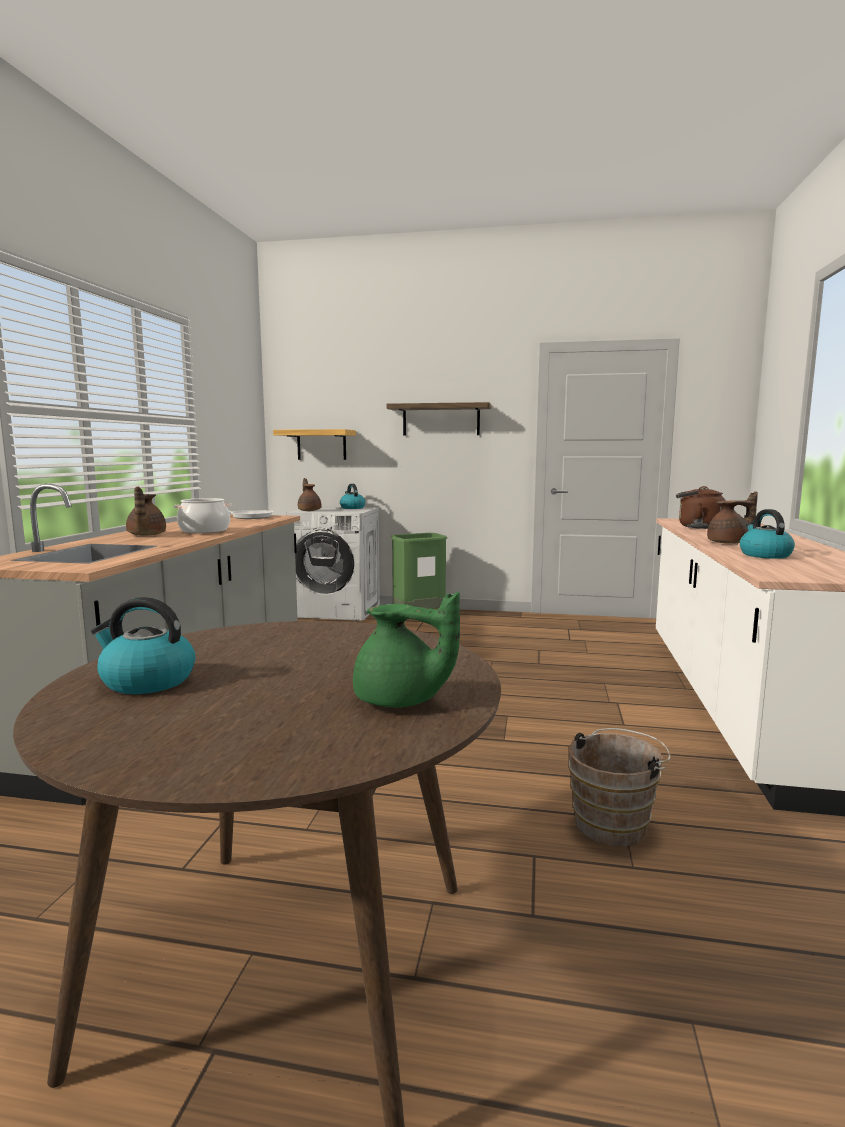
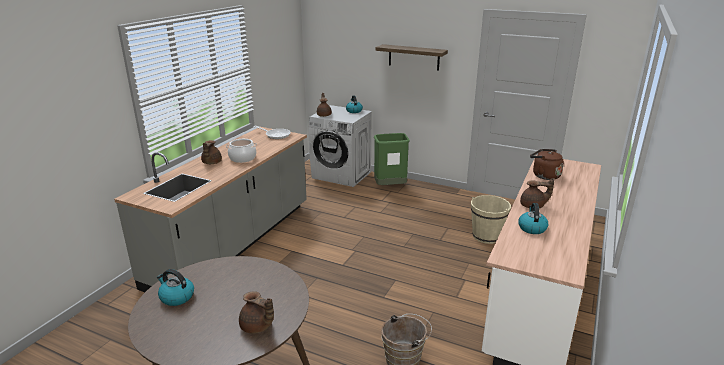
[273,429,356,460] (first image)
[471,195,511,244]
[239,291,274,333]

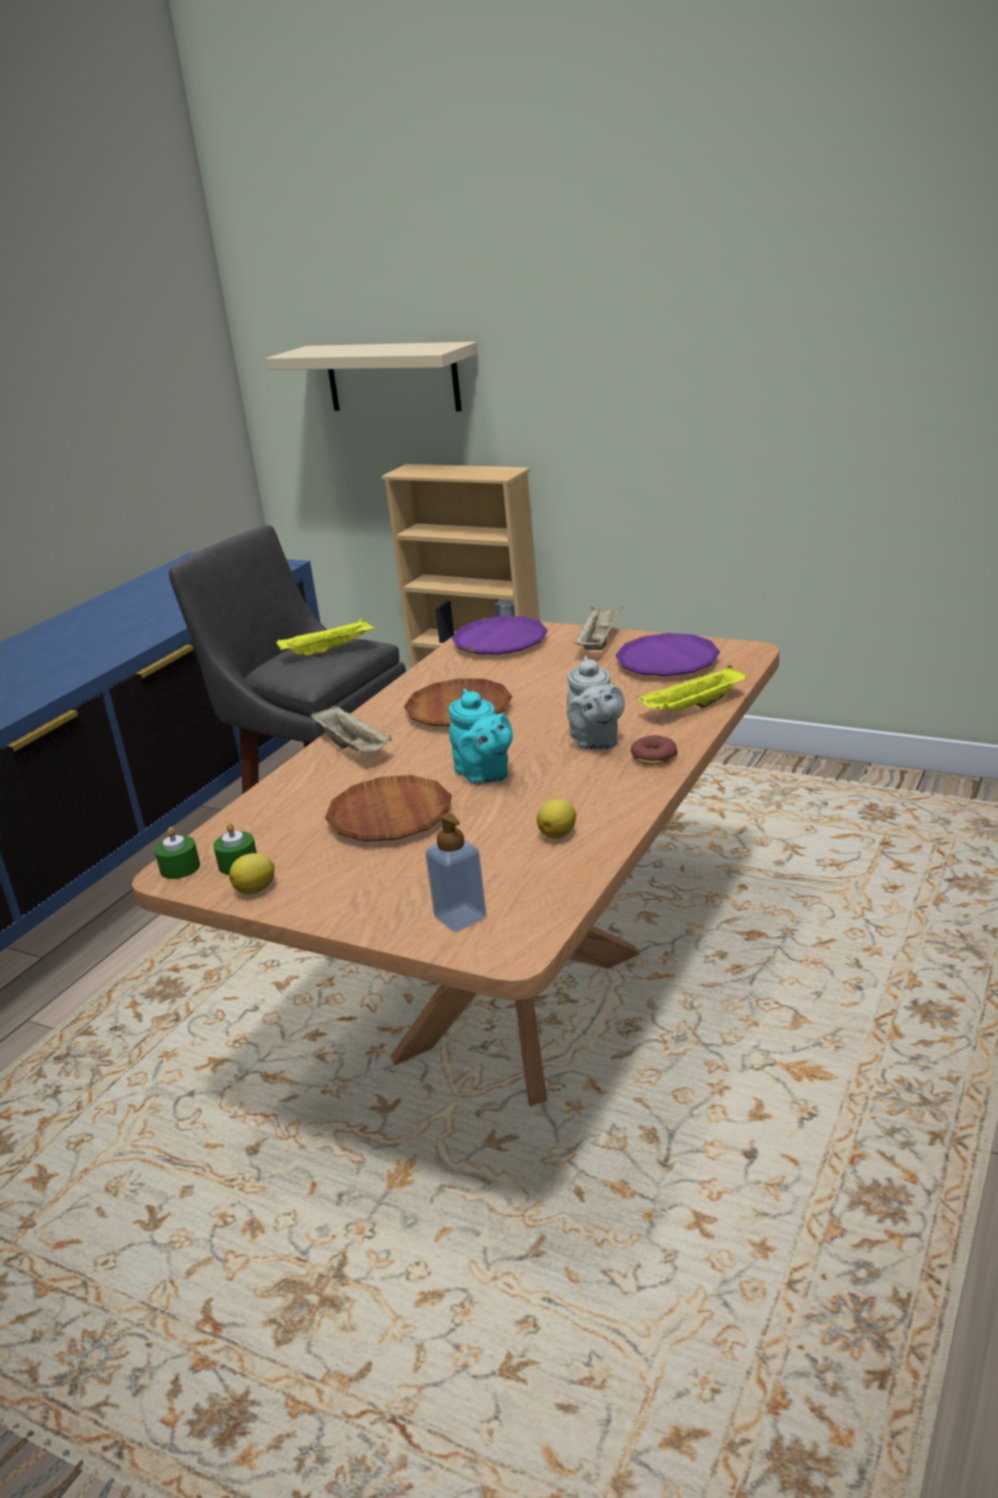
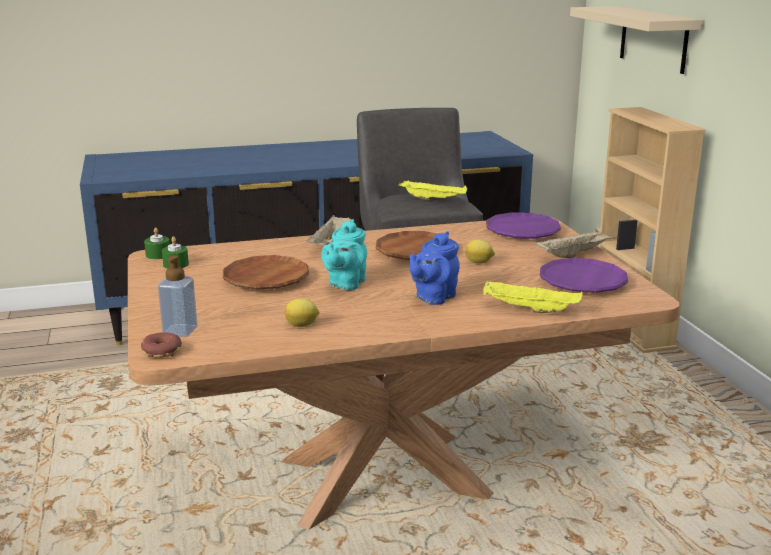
[465,239,495,264]
[141,332,182,358]
[409,231,460,305]

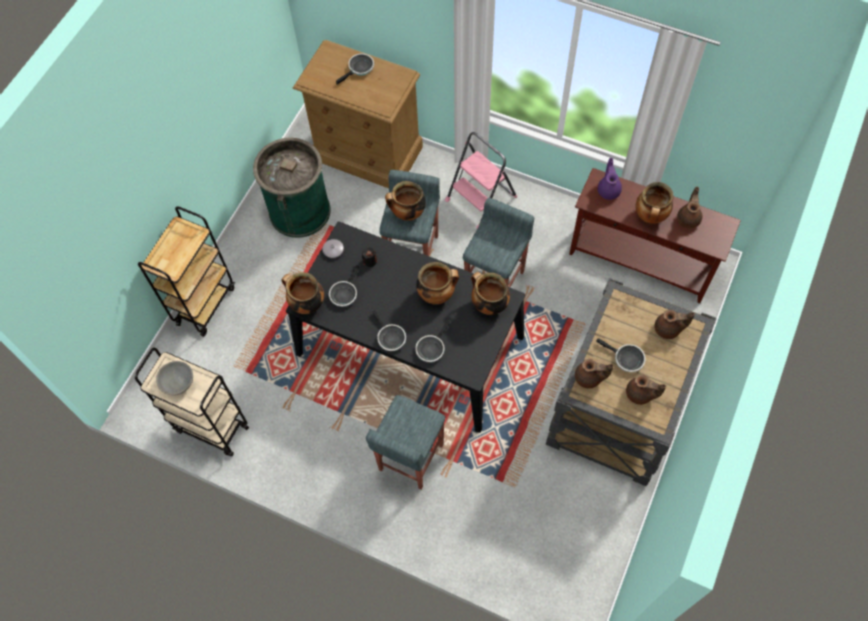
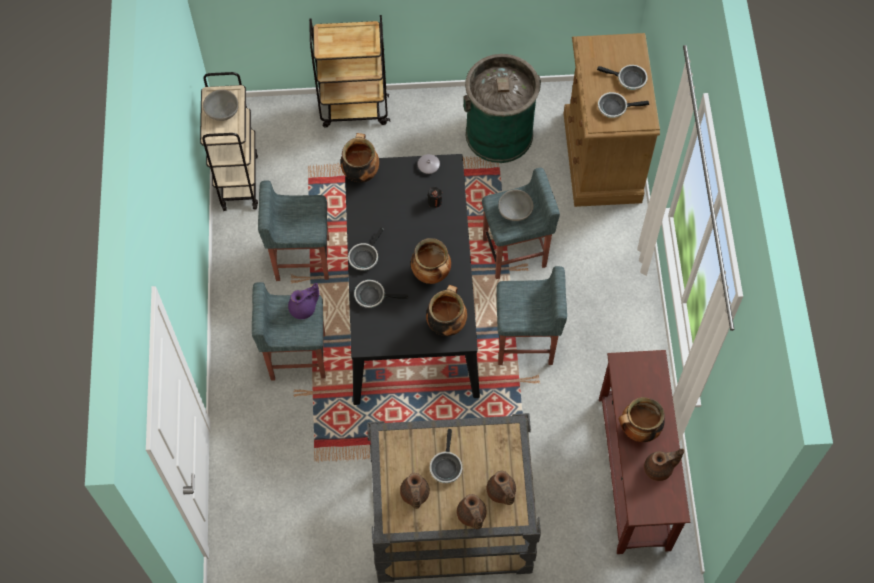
[445,132,517,229] (first image)
[258,180,329,281]
[598,92,649,118]
[457,494,487,529]
[288,283,319,319]
[498,189,533,221]

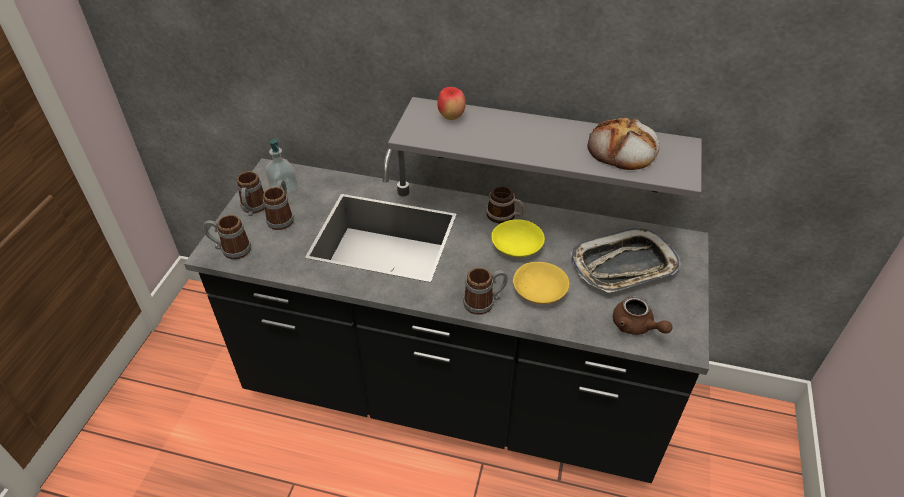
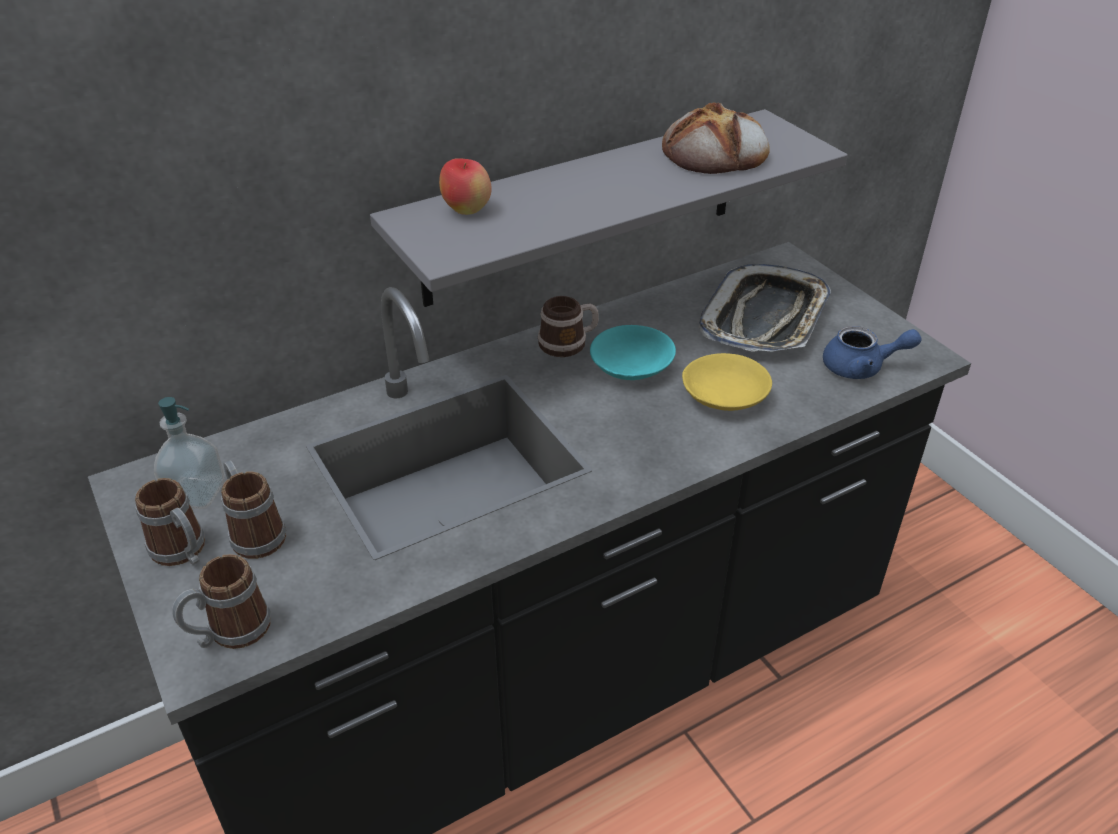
[463,267,508,315] (first image)
[590,325,676,380]
[823,326,922,379]

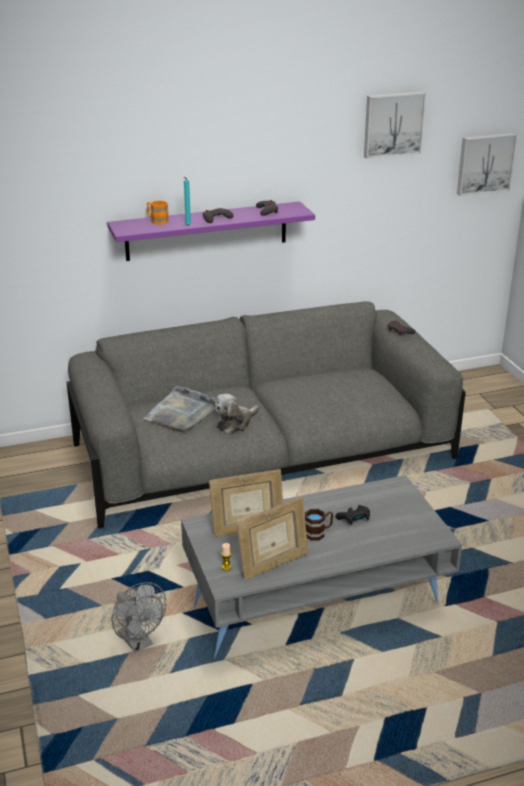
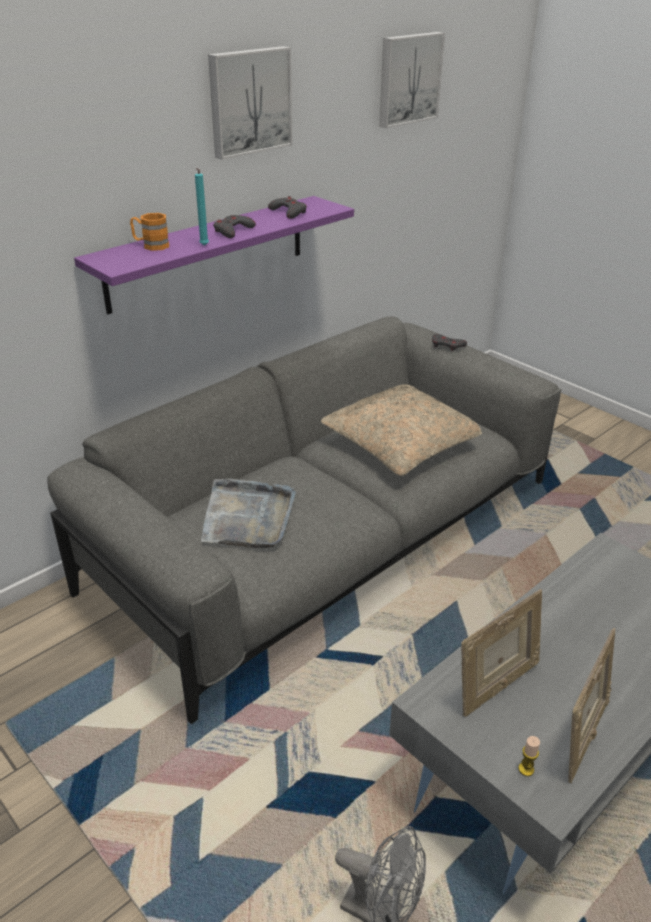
[215,394,259,434] (first image)
[305,509,333,541] (first image)
[336,505,370,525] (first image)
[321,384,482,476]
[208,46,292,160]

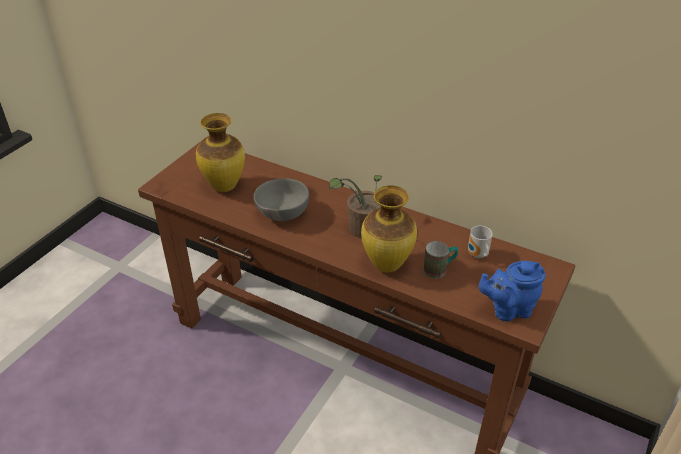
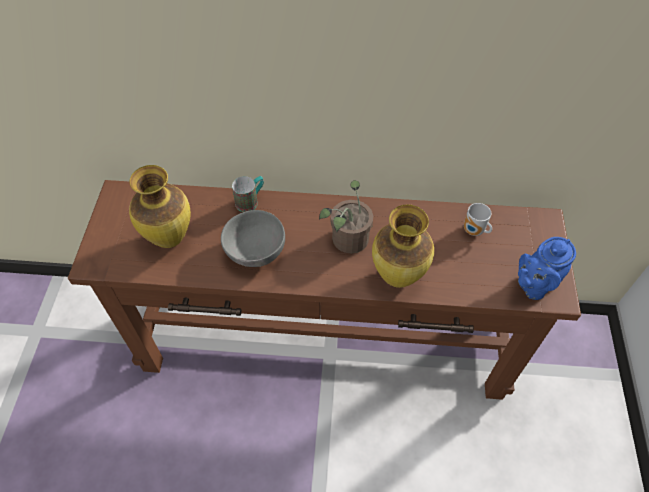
[232,176,264,212]

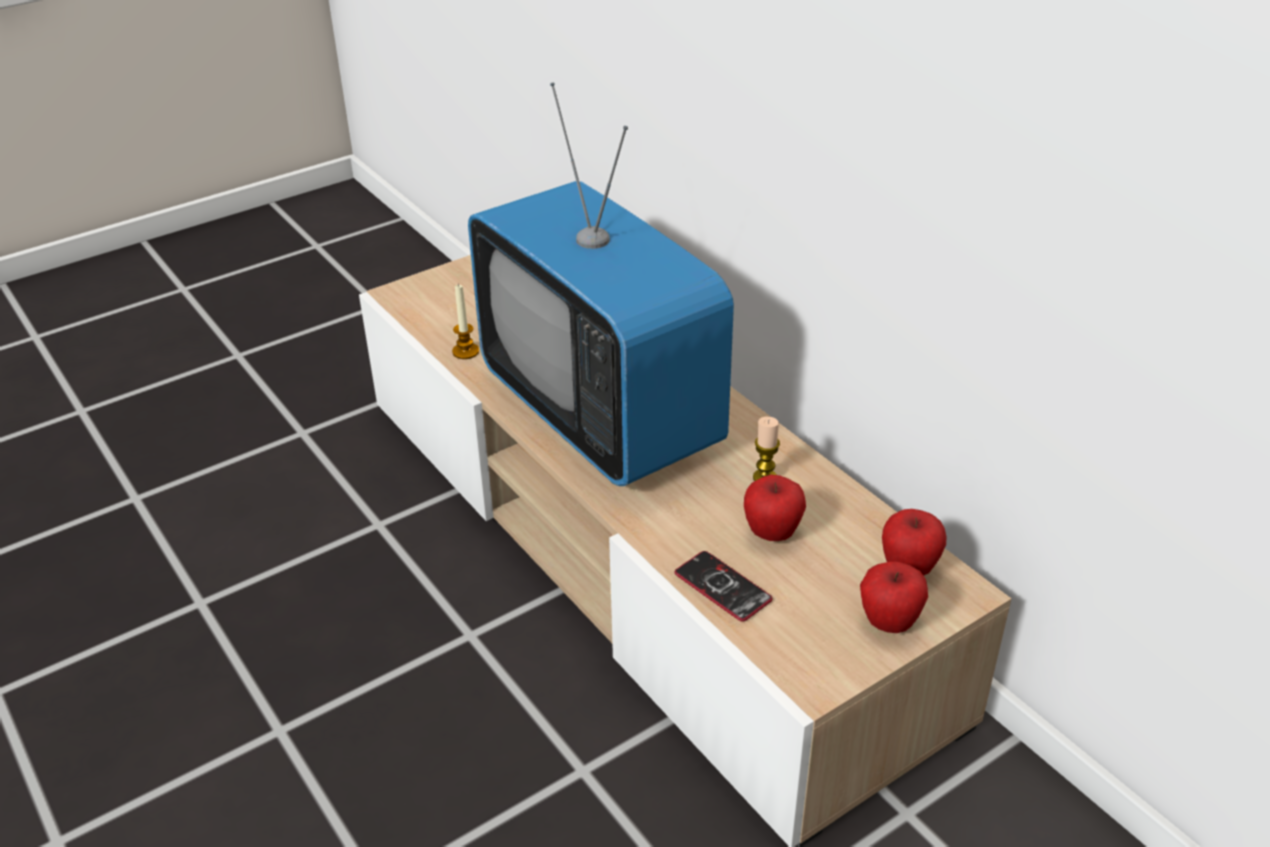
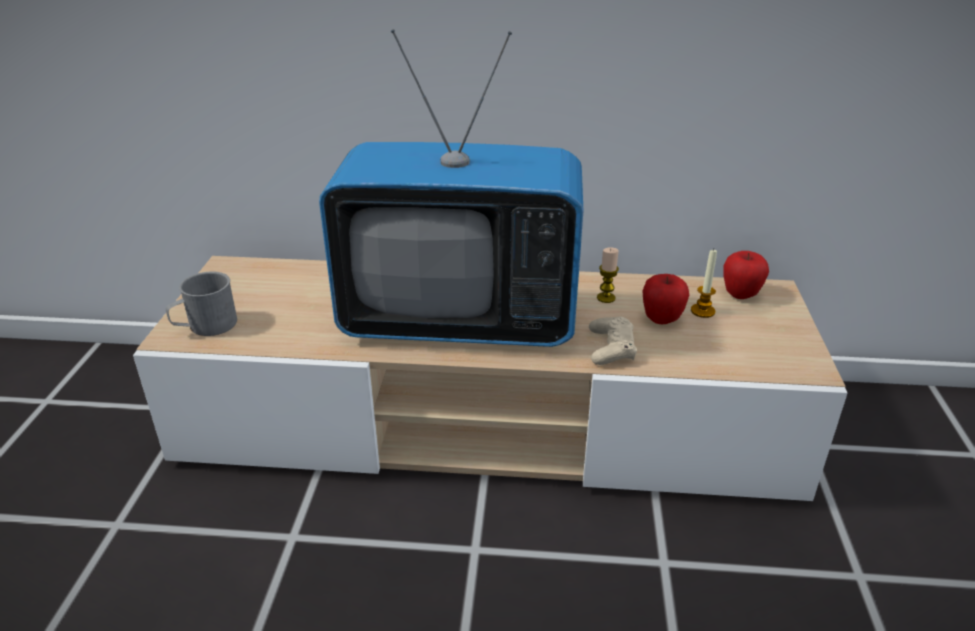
[674,551,773,622] (first image)
[860,562,928,633] (first image)
[166,271,237,336]
[589,316,637,365]
[691,249,717,318]

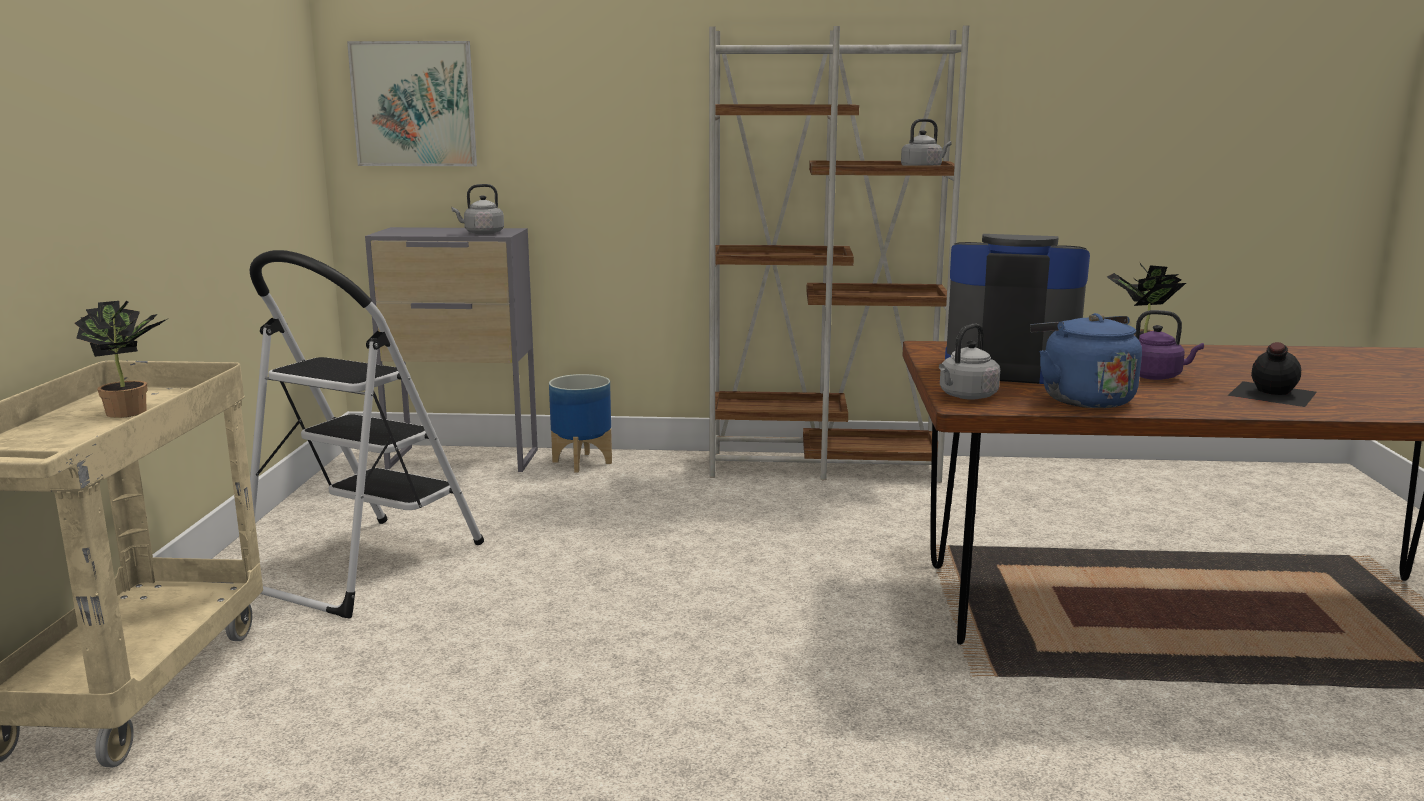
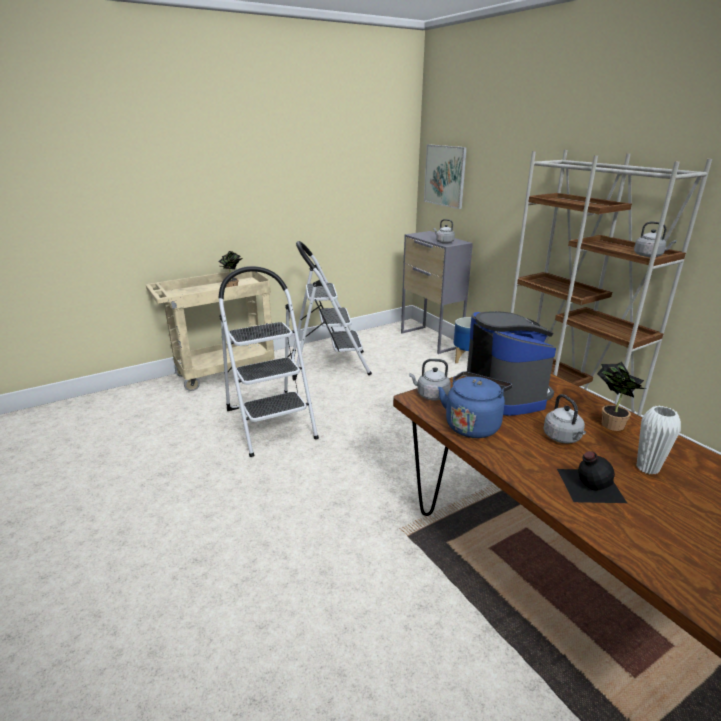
[218,266,319,457]
[637,406,681,475]
[543,394,586,444]

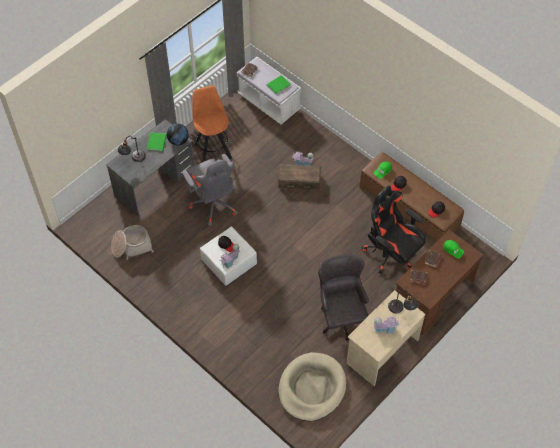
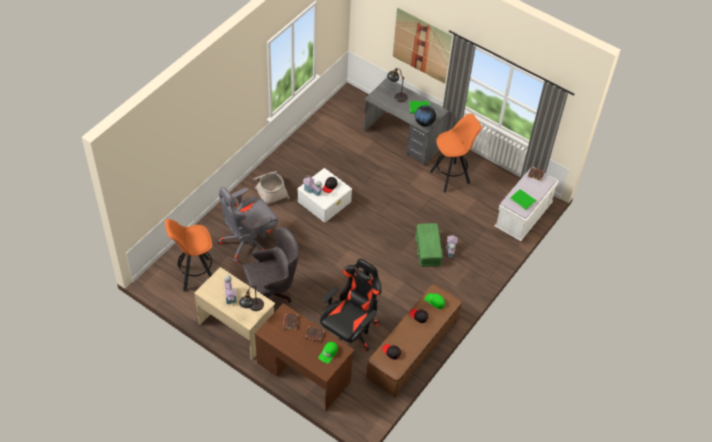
[393,8,452,84]
[253,171,289,204]
[218,187,278,263]
[165,219,212,291]
[415,223,443,267]

